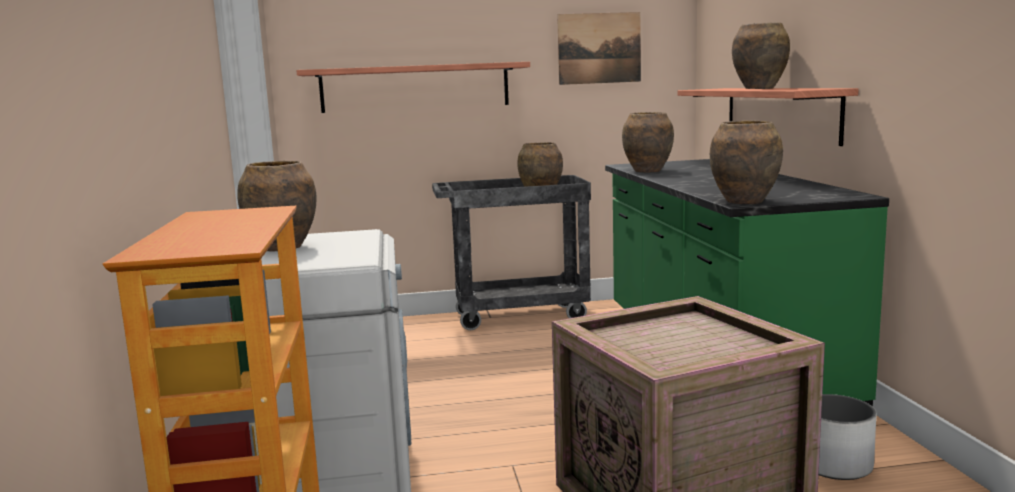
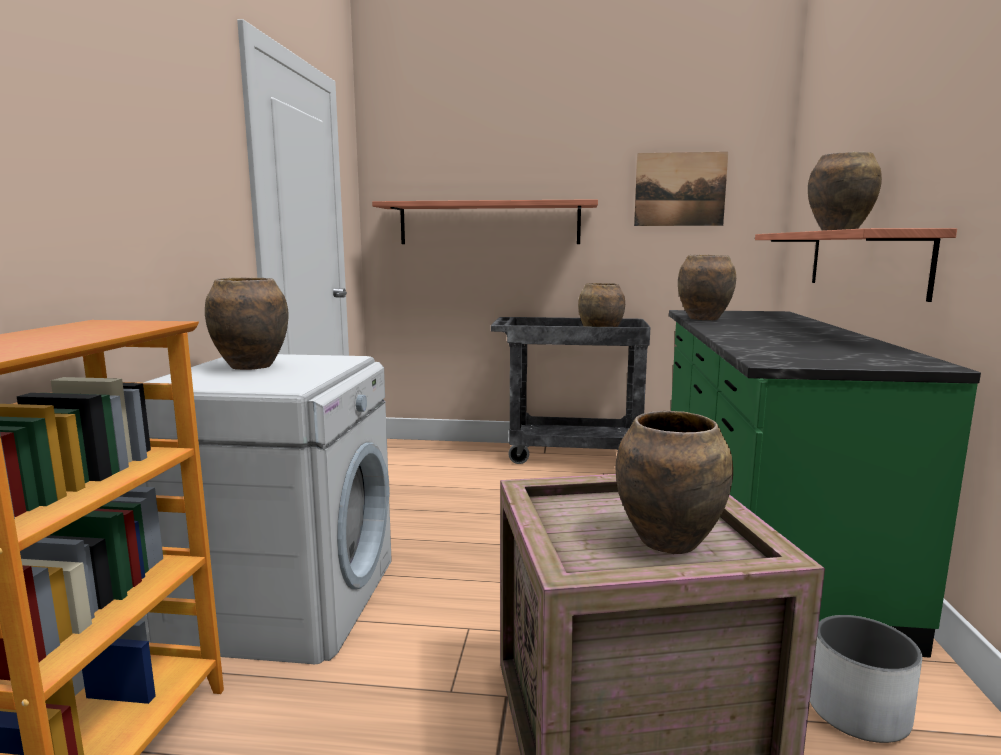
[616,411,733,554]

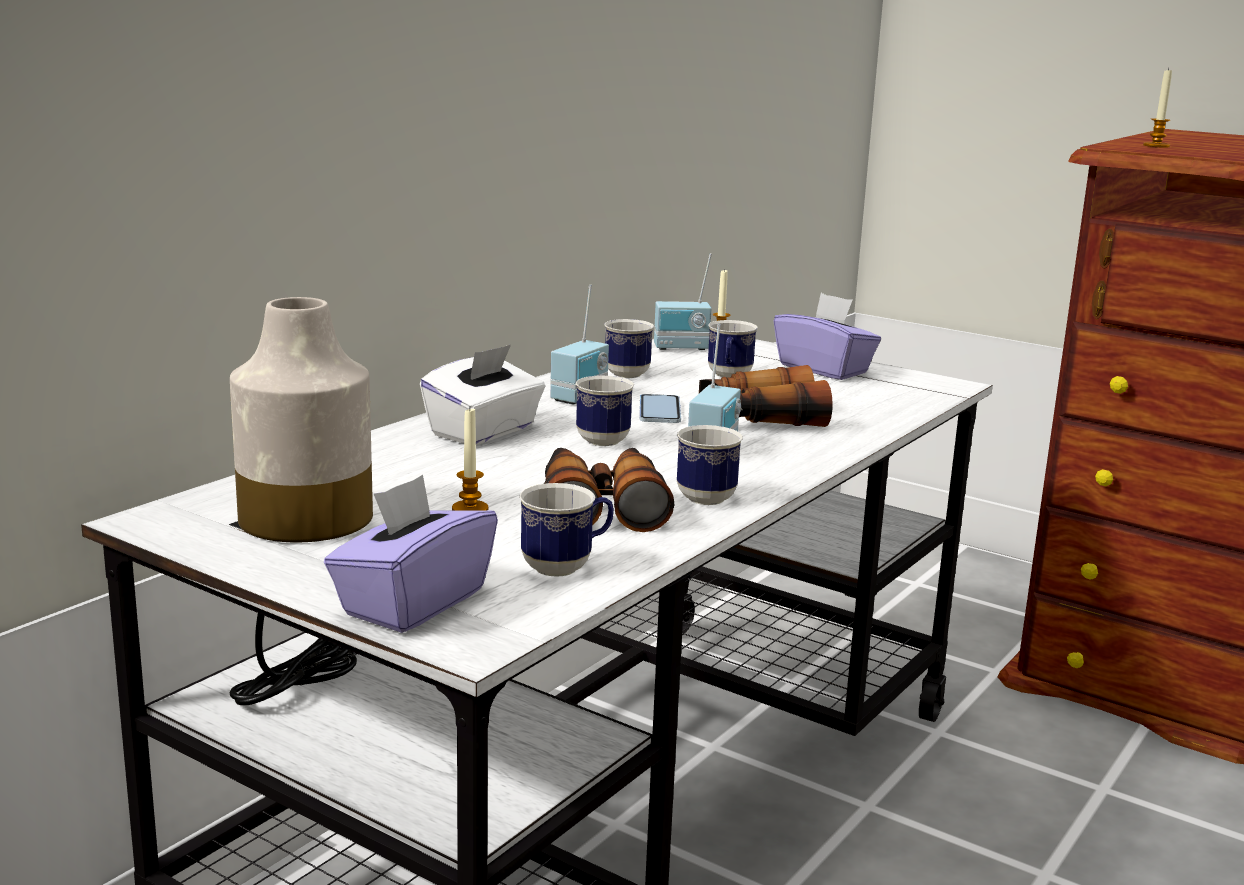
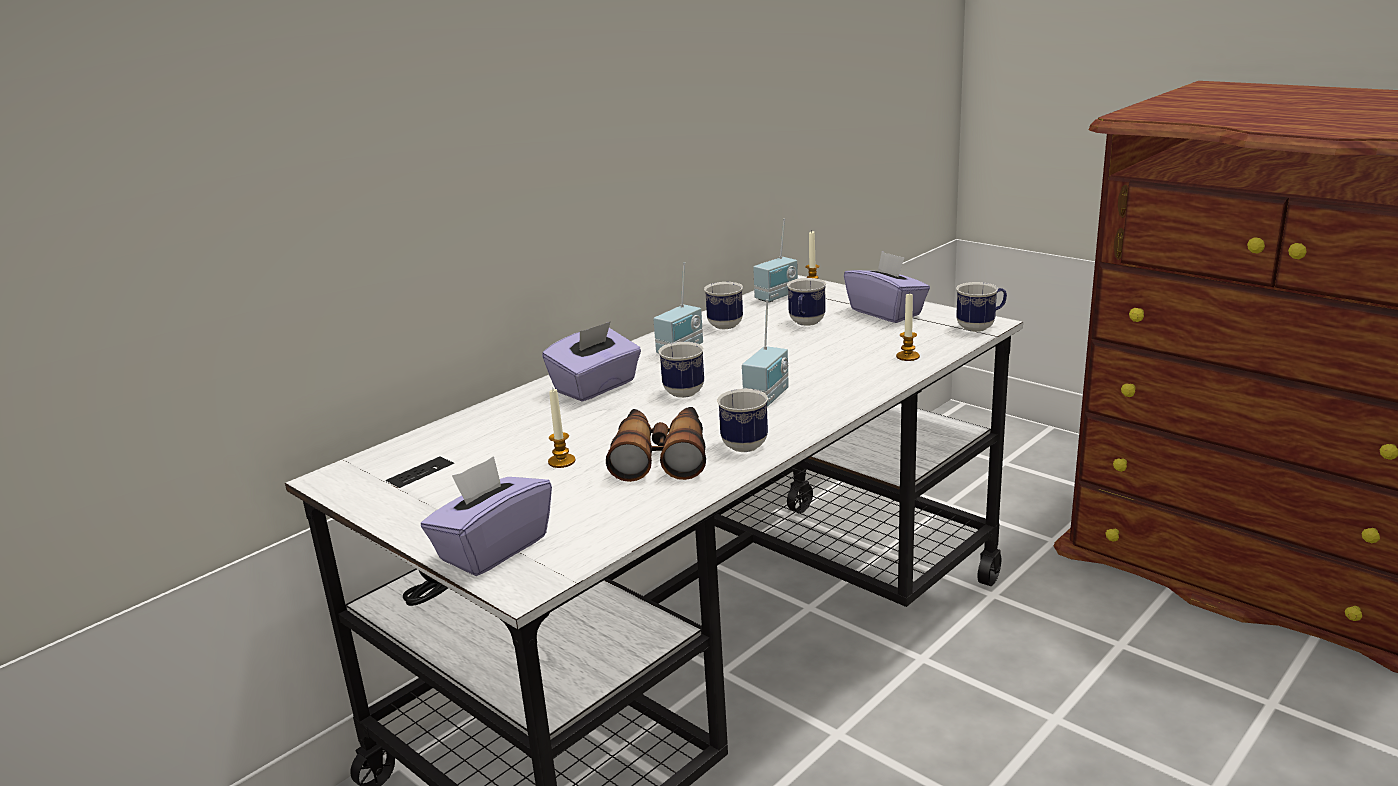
[230,297,373,542] (first image)
[640,394,681,423] (first image)
[699,365,833,427] (first image)
[956,282,1007,332]
[896,294,920,361]
[542,321,641,402]
[753,219,798,303]

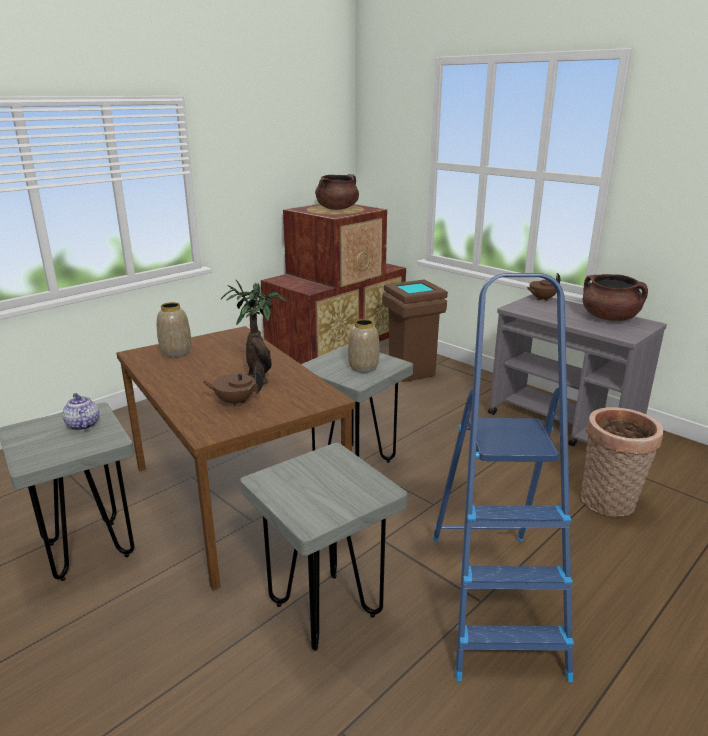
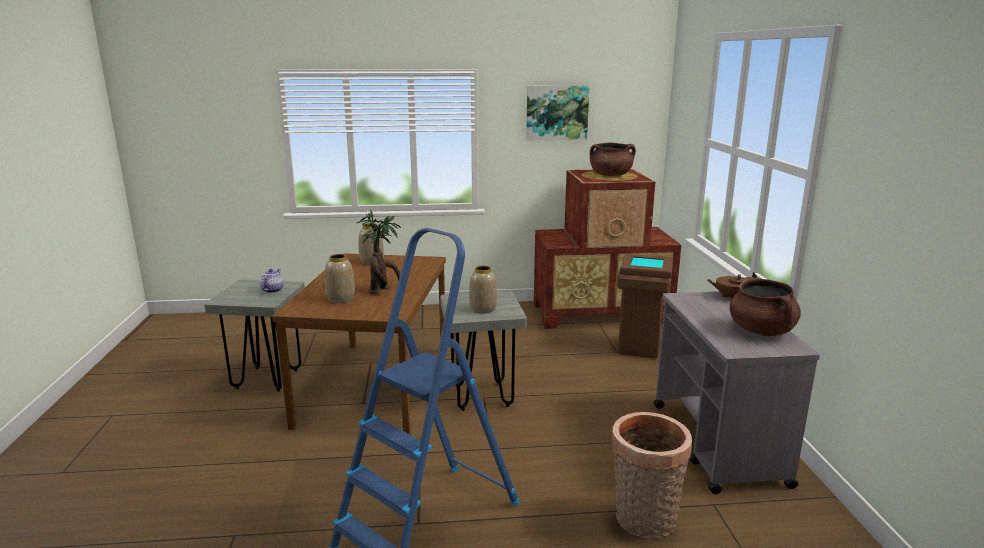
[240,443,408,651] (first image)
[526,85,590,140]
[325,254,355,303]

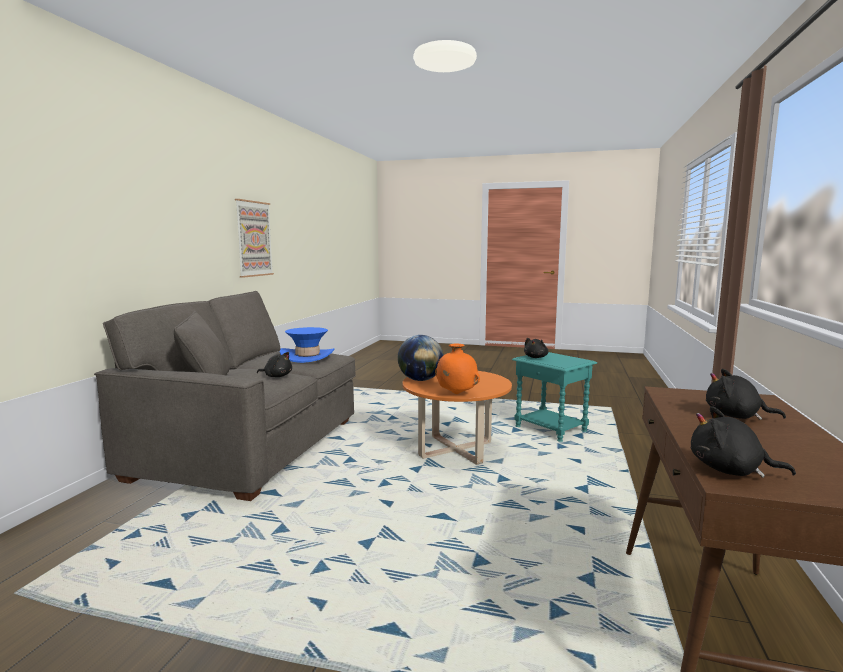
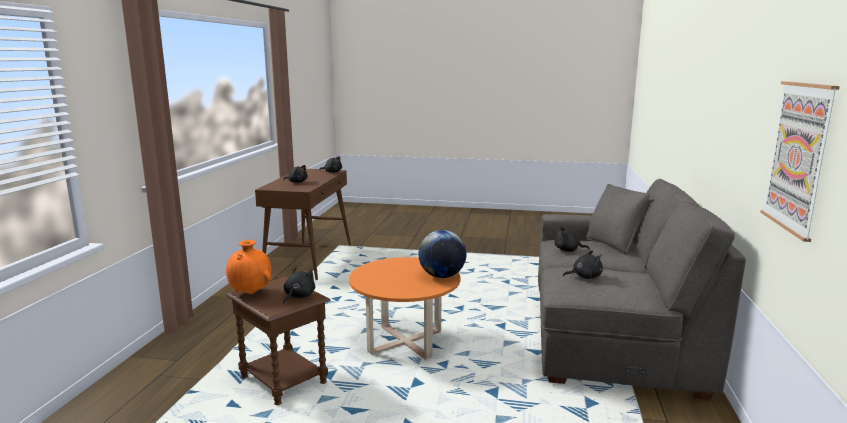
[226,240,271,294]
[563,250,603,279]
[226,277,331,405]

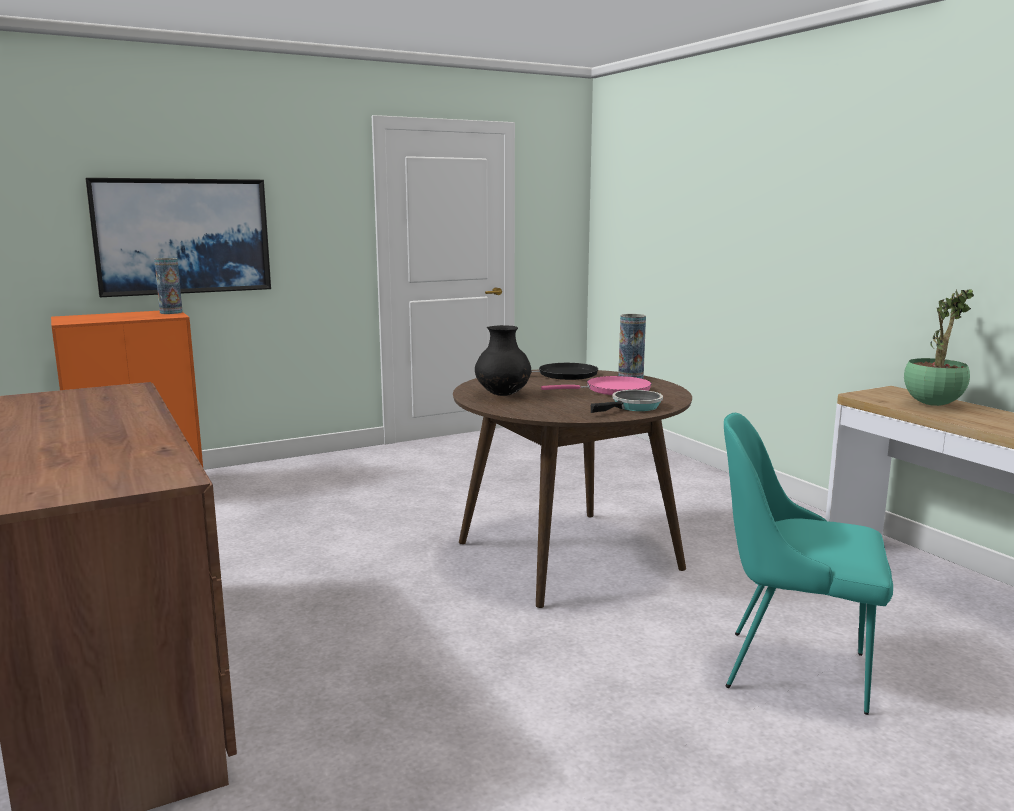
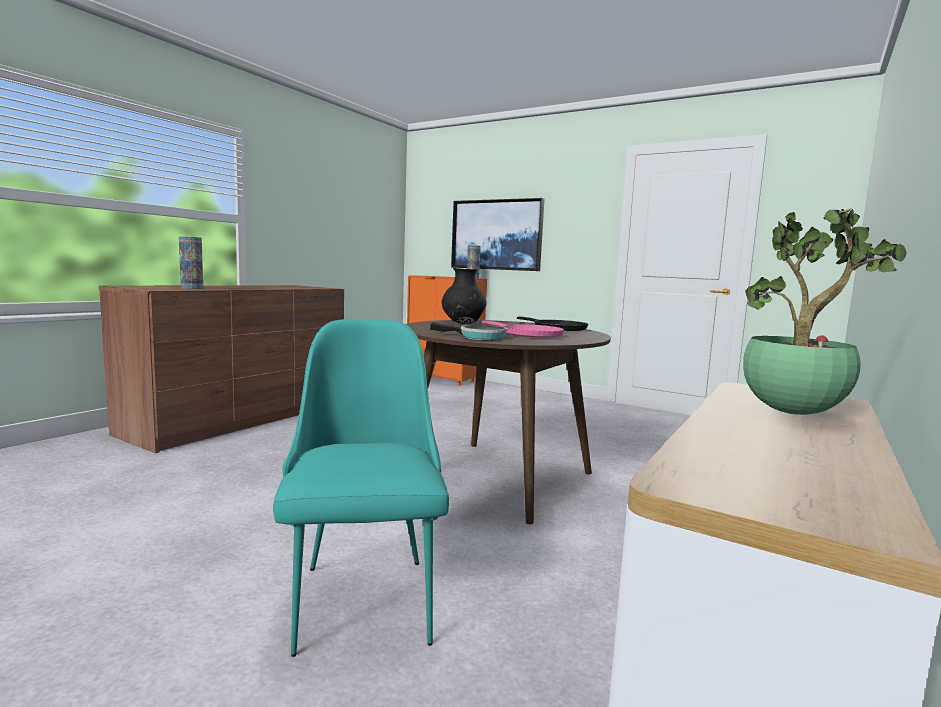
[179,236,203,289]

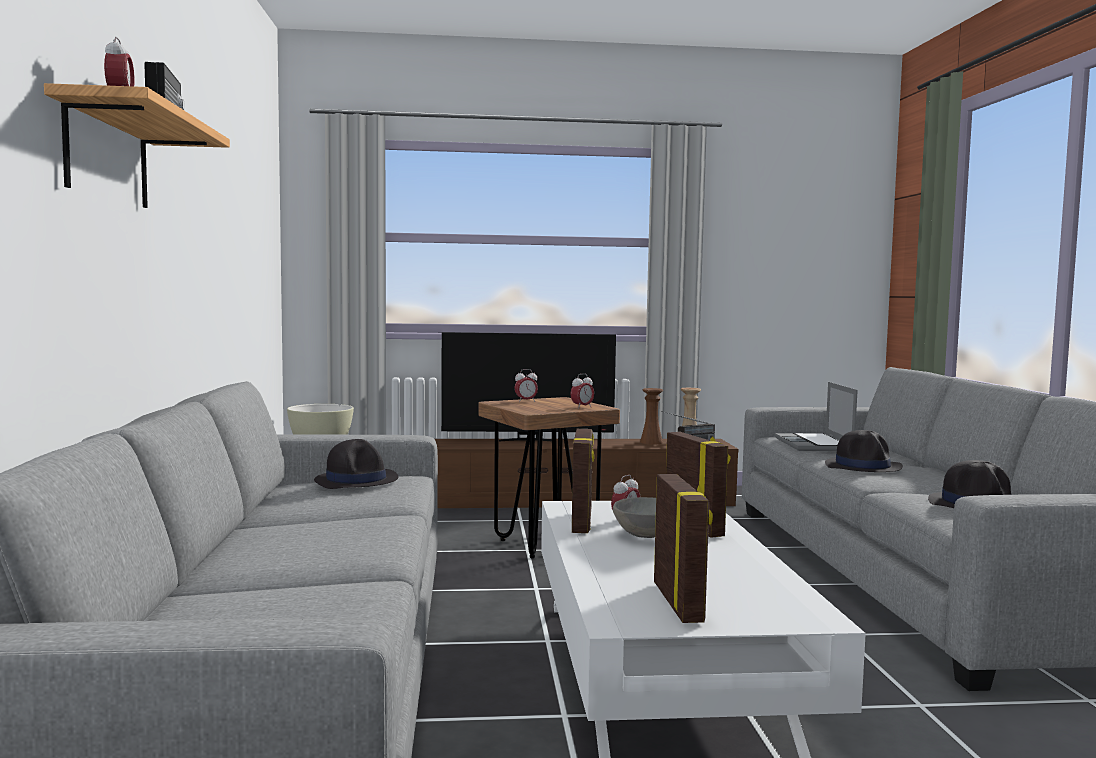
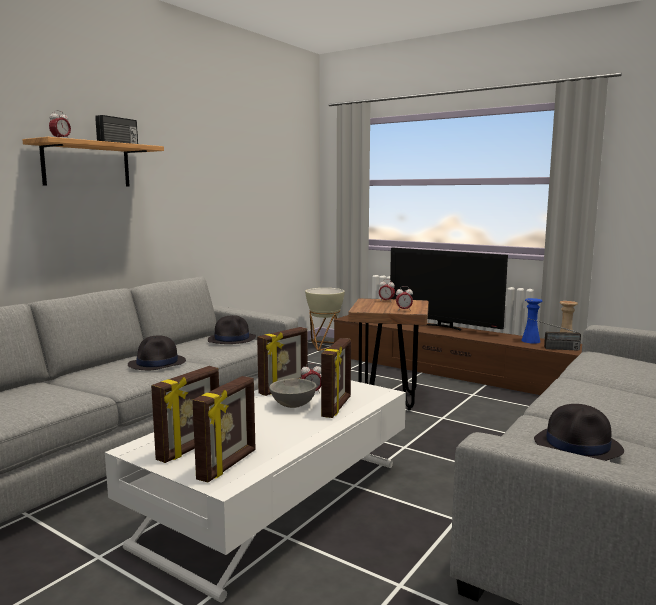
[775,382,858,451] (first image)
[192,376,256,483]
[128,335,186,370]
[521,298,542,344]

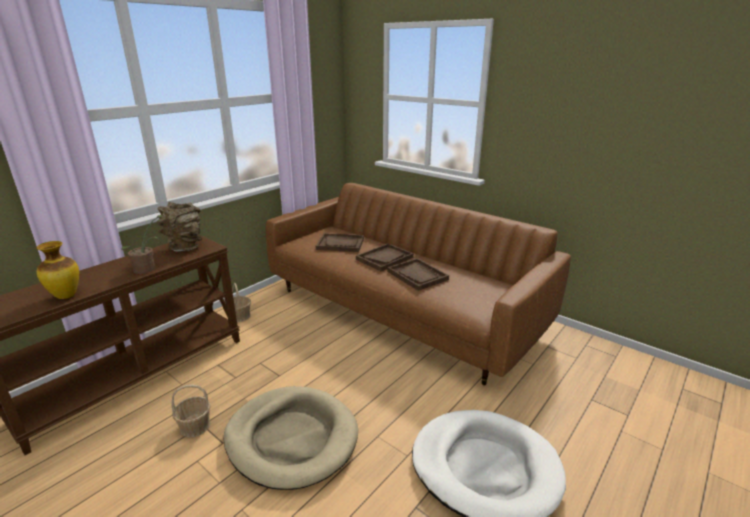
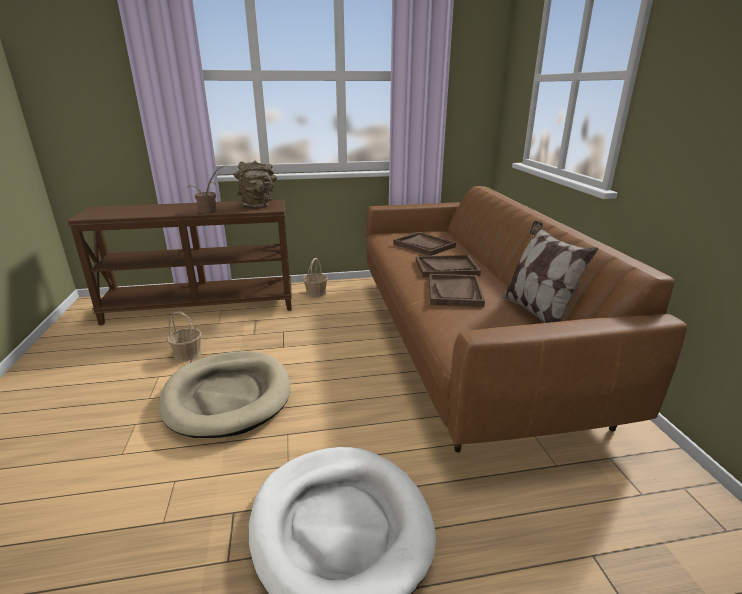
[37,241,79,299] (first image)
[502,221,598,323]

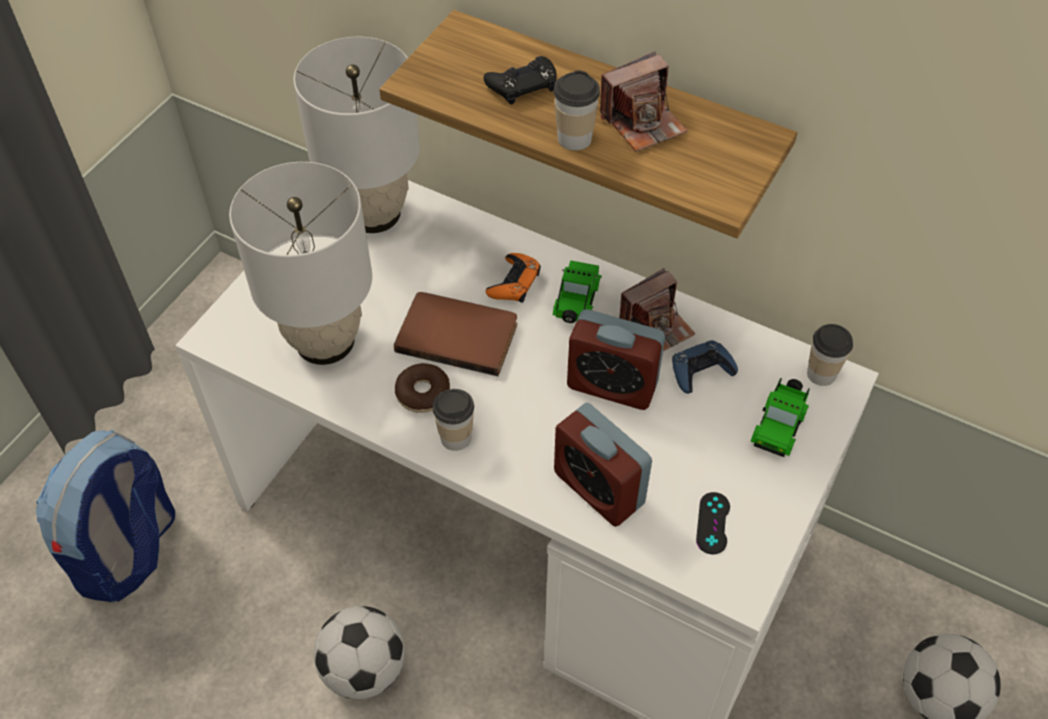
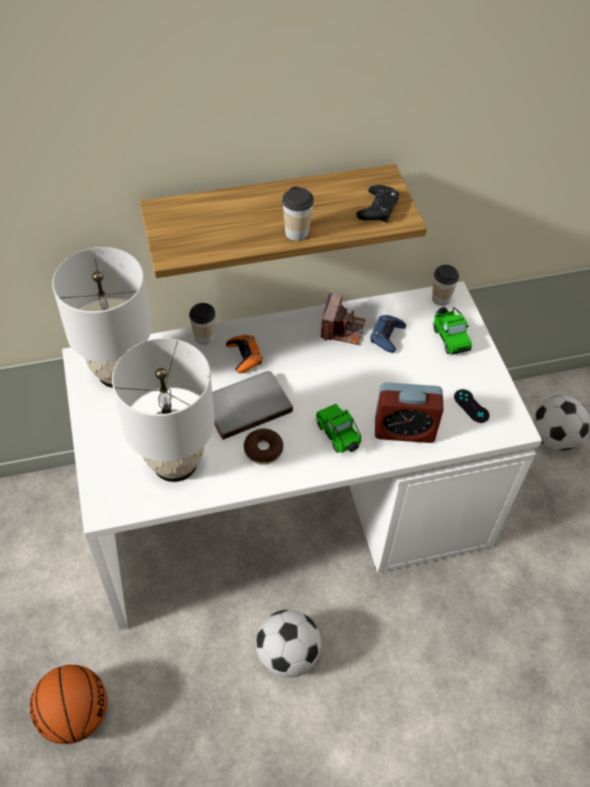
[567,309,665,410] (first image)
[600,51,688,152] (first image)
[189,303,216,345]
[356,185,399,223]
[315,404,361,453]
[30,665,107,744]
[212,371,293,440]

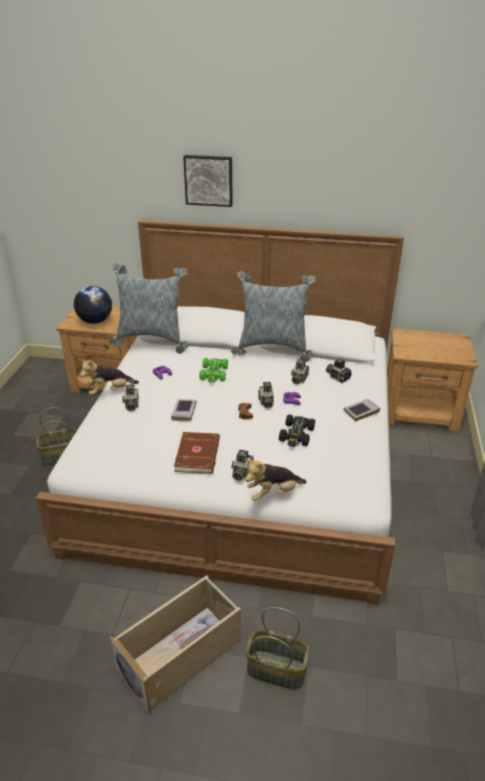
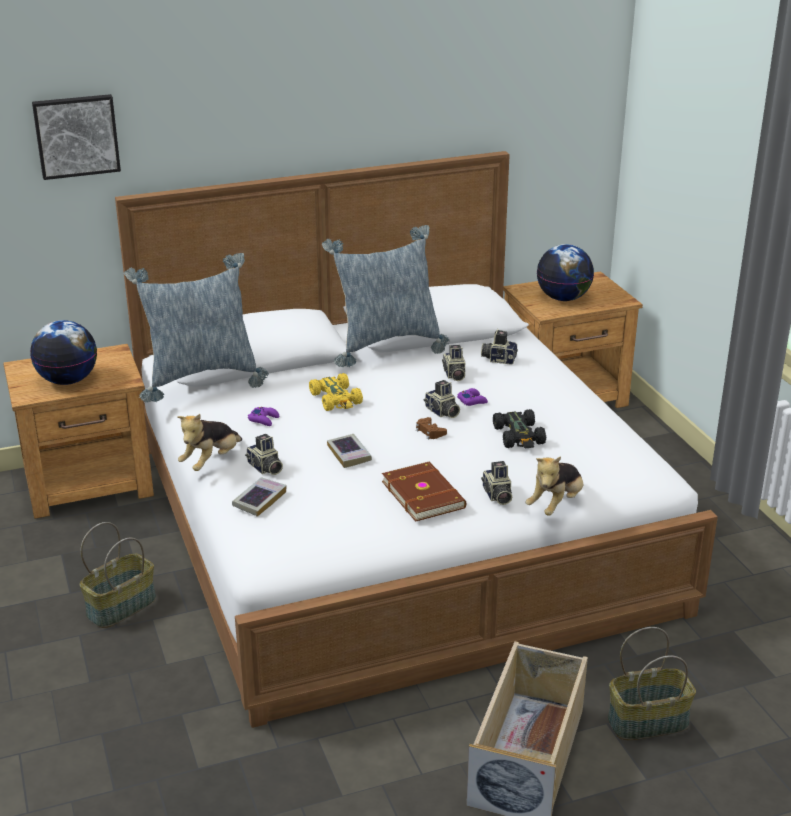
[537,244,594,301]
[32,94,121,180]
[232,477,286,517]
[309,373,363,411]

